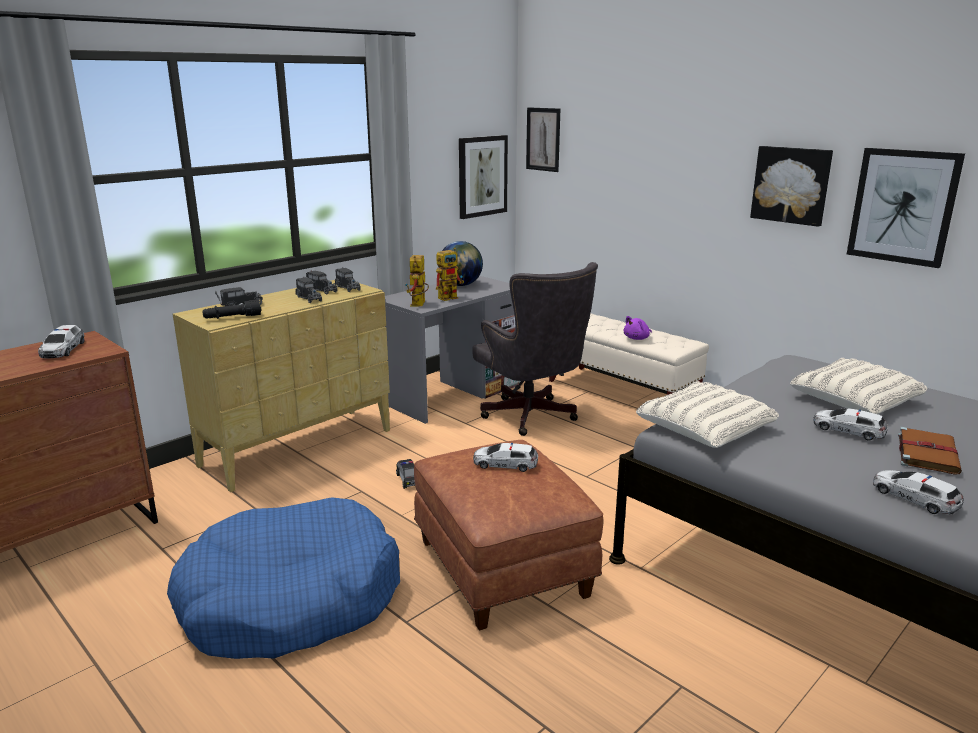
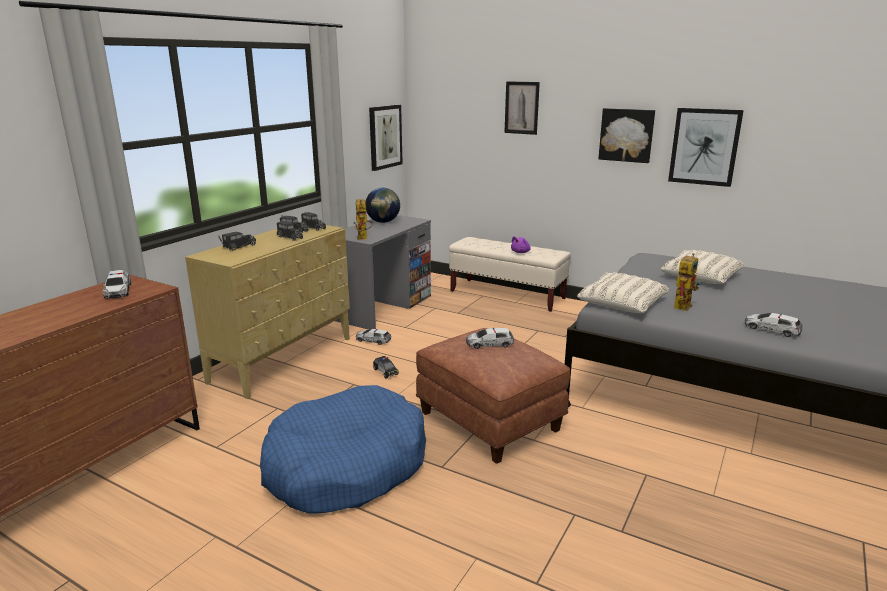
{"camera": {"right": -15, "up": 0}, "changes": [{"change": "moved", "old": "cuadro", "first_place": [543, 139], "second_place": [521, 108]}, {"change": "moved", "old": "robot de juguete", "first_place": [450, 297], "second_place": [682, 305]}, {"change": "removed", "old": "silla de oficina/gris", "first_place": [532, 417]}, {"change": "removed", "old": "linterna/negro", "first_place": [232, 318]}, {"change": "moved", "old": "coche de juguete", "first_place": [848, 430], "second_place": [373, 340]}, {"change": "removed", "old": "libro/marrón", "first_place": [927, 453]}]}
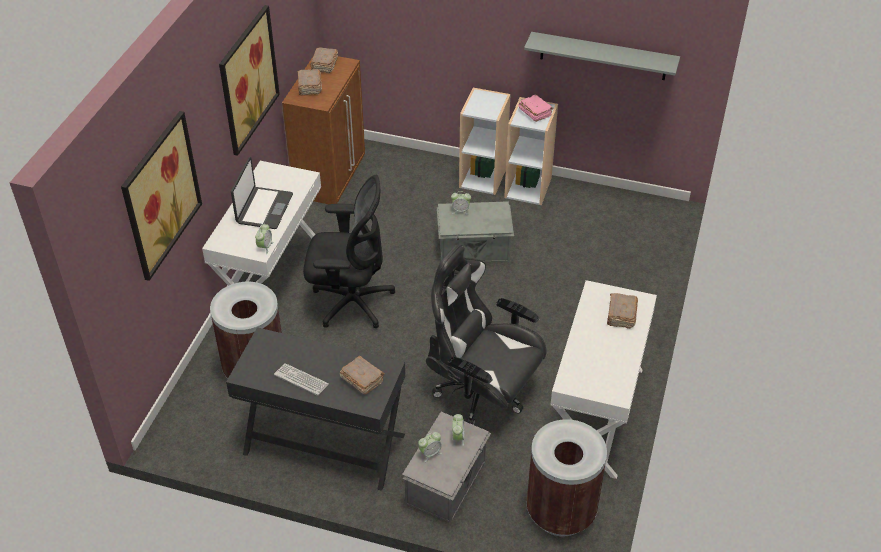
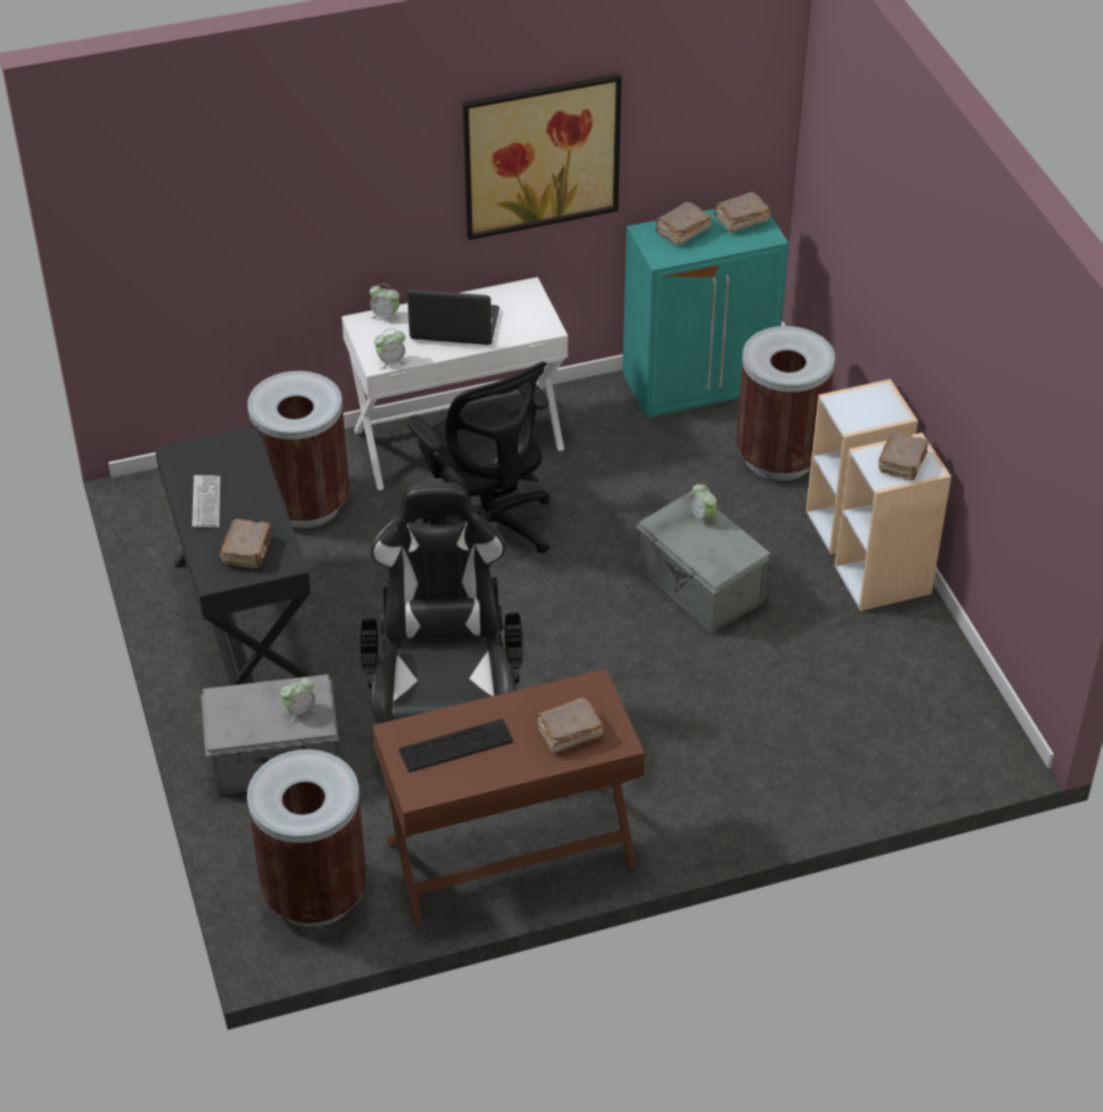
{"camera": {"right": 55, "up": 0}, "changes": [{"change": "removed", "old": "estante/gris", "first_place": [603, 56]}, {"change": "recoloured", "old": "armario/marrón", "new": "armario/turquesa", "first_place": [330, 174], "second_place": [699, 381]}, {"change": "recoloured", "old": "libro/rosa", "new": "libro/marrón", "first_place": [535, 113], "second_place": [902, 463]}, {"change": "removed", "old": "cuadro", "first_place": [161, 195]}, {"change": "turned", "old": "portátil", "first_place": [264, 209], "second_place": [454, 326], "degrees": -150}, {"change": "recoloured", "old": "escritorio/blanco", "new": "escritorio/marrón", "first_place": [596, 414], "second_place": [510, 853]}, {"change": "moved", "old": "despertador", "first_place": [430, 453], "second_place": [385, 316]}, {"change": "added", "new": "papelera/marrón", "second_place": [779, 457]}, {"change": "added", "new": "teclado", "second_place": [456, 746]}]}
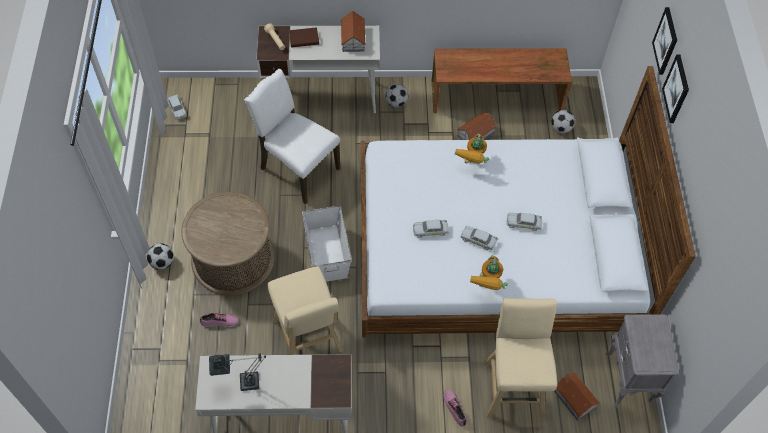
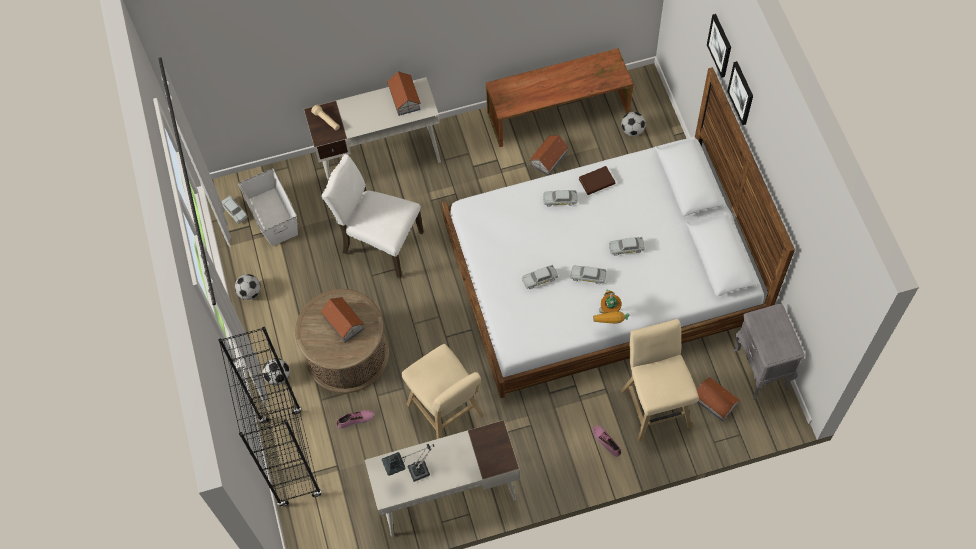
{"camera": {"right": -10, "up": 5}, "changes": [{"change": "moved", "old": "libro/marrón", "first_place": [304, 39], "second_place": [596, 182]}, {"change": "moved", "old": "balón de fútbol", "first_place": [396, 103], "second_place": [250, 293]}, {"change": "replaced", "old": "robot de juguete", "new": "coche de juguete/blanco", "first_place": [472, 164], "second_place": [560, 200]}, {"change": "moved", "old": "caja de almacenaje/blanco", "first_place": [328, 252], "second_place": [273, 216]}, {"change": "added", "new": "casita", "second_place": [343, 323]}, {"change": "added", "new": "estantería/negro", "second_place": [290, 458]}]}
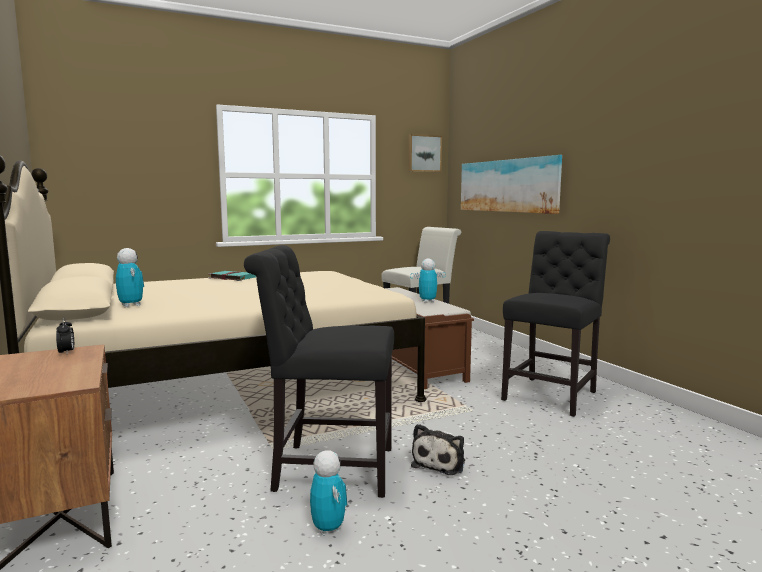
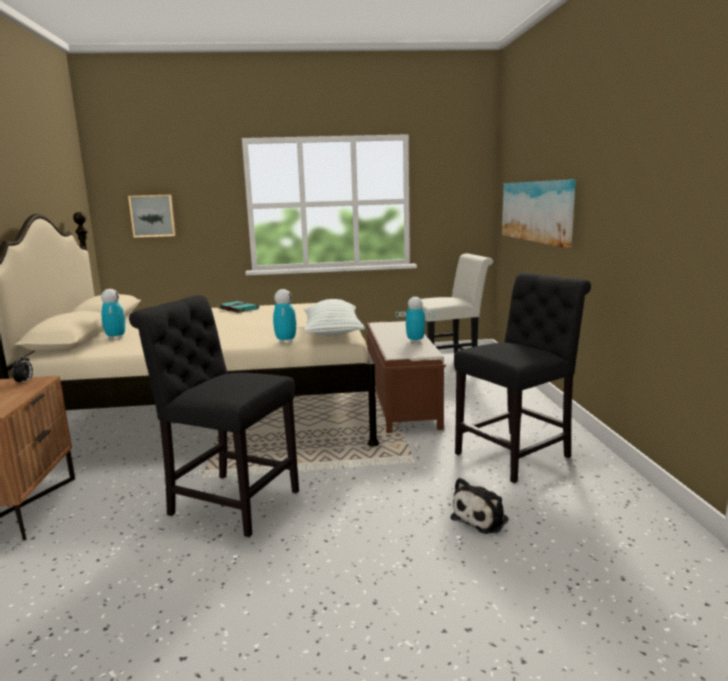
{"camera": {"right": 20, "up": 5}, "changes": [{"change": "moved", "old": "cuadro", "first_place": [424, 153], "second_place": [153, 215]}, {"change": "moved", "old": "peluche", "first_place": [440, 462], "second_place": [482, 518]}, {"change": "moved", "old": "robot de juguete", "first_place": [328, 528], "second_place": [286, 341]}, {"change": "added", "new": "cojín", "second_place": [332, 332]}]}
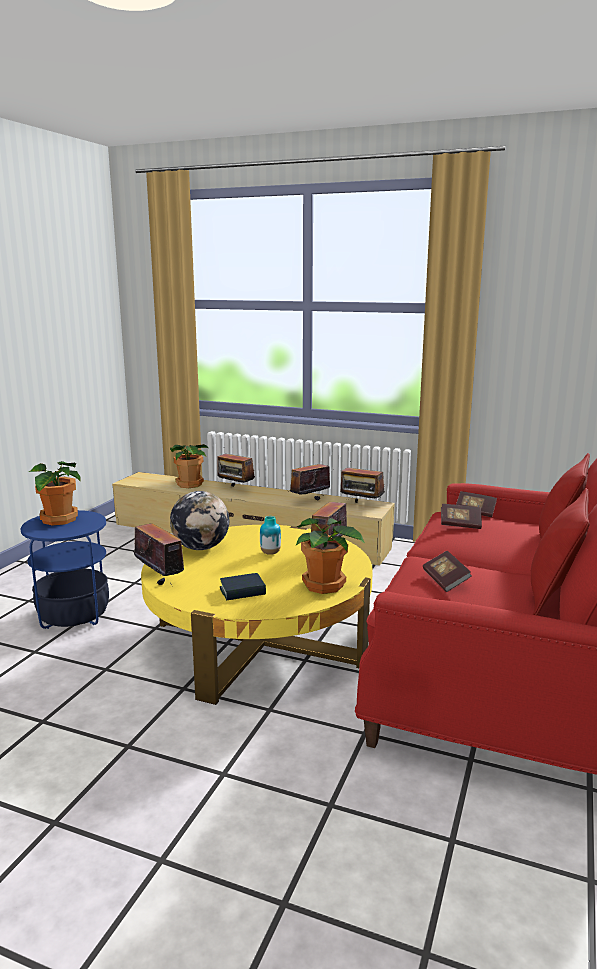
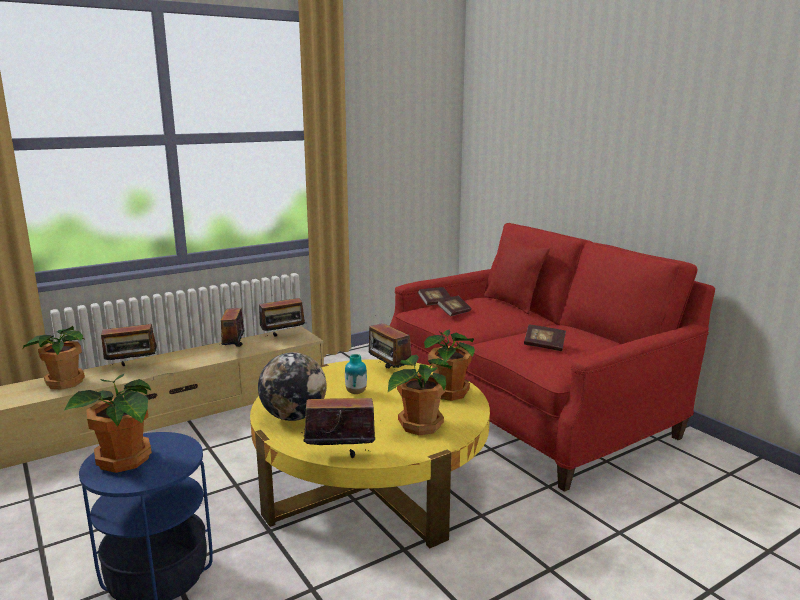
{"camera": {"right": -55, "up": 0}, "changes": [{"change": "removed", "old": "cojín/rojo", "first_place": [553, 595]}, {"change": "replaced", "old": "libro", "new": "planta en maceta", "first_place": [242, 591], "second_place": [418, 425]}]}
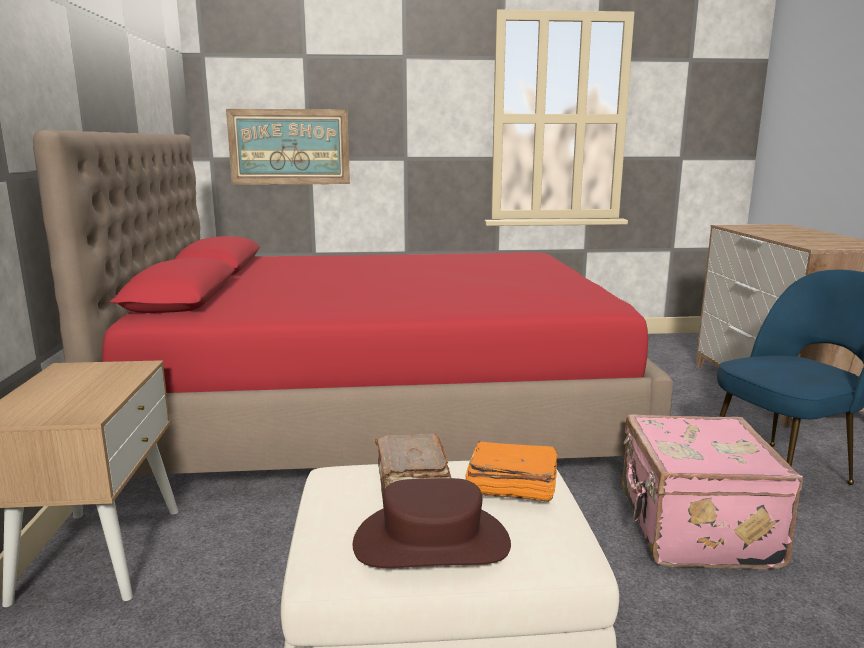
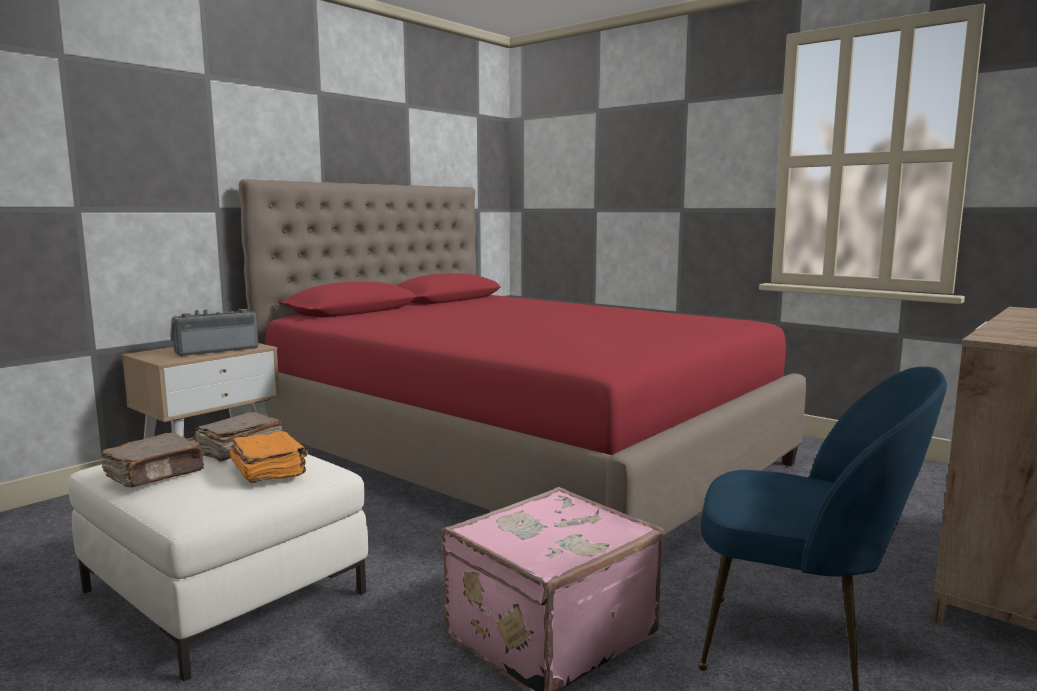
{"camera": {"right": 45, "up": -5}, "changes": [{"change": "removed", "old": "cuadro", "first_place": [289, 147]}, {"change": "replaced", "old": "sombrero/marrón", "new": "libro/marrón", "first_place": [432, 542], "second_place": [156, 475]}, {"change": "added", "new": "radio", "second_place": [216, 350]}]}
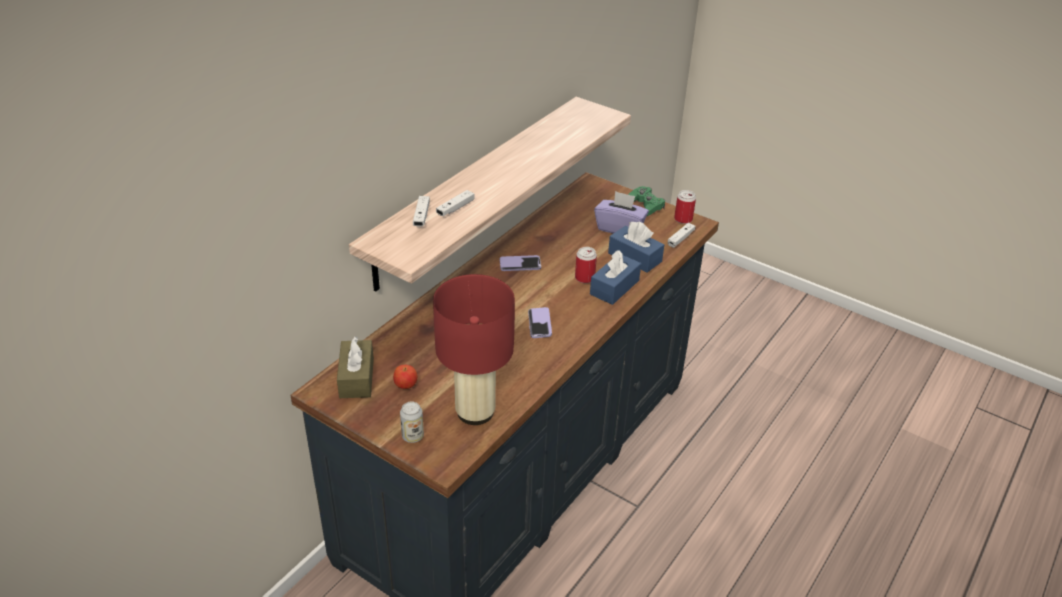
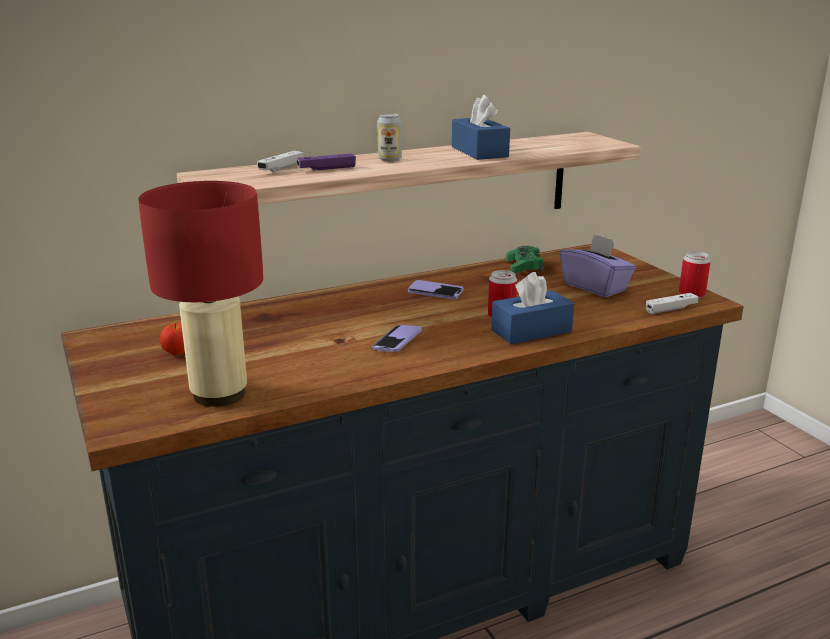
{"camera": {"right": 30, "up": -15}, "changes": [{"change": "moved", "old": "mando de consola/verde", "first_place": [646, 205], "second_place": [524, 267]}, {"change": "recoloured", "old": "mando de consola/blanco", "new": "mando de consola/morado", "first_place": [455, 208], "second_place": [326, 169]}, {"change": "moved", "old": "caja de pañuelos/azul", "first_place": [634, 257], "second_place": [479, 152]}, {"change": "removed", "old": "caja de pañuelos/marrón", "first_place": [356, 378]}, {"change": "moved", "old": "lata", "first_place": [412, 436], "second_place": [389, 159]}]}
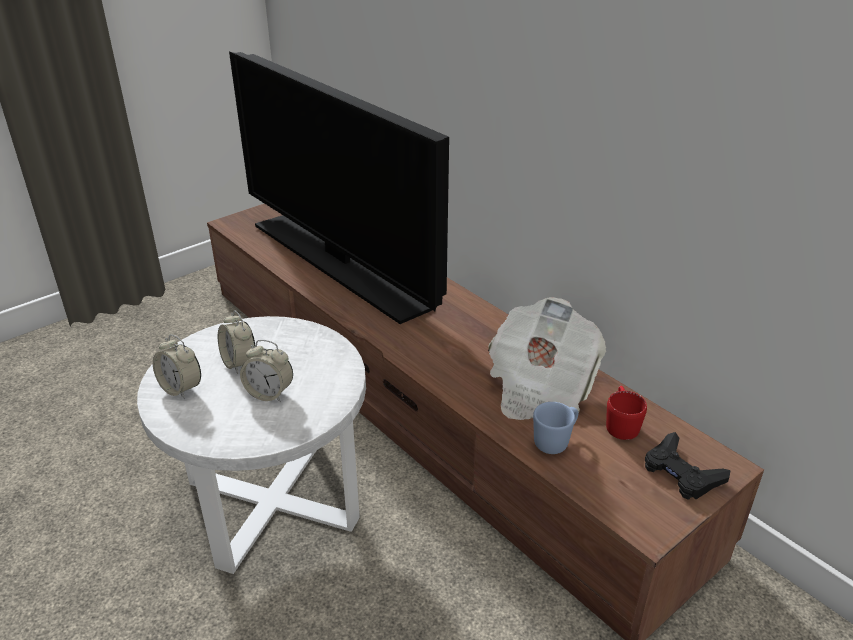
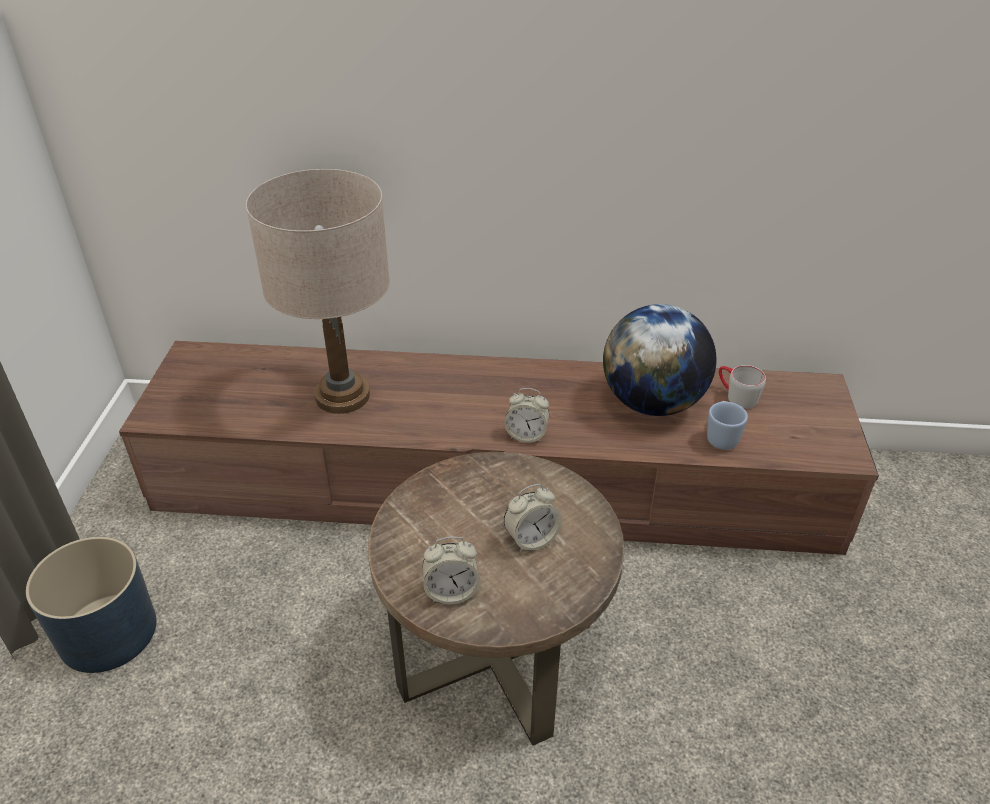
{"camera": {"right": -45, "up": 5}, "changes": [{"change": "replaced", "old": "televisor", "new": "lámpara de mesa/beis", "first_place": [340, 265], "second_place": [343, 396]}, {"change": "replaced", "old": "periódico", "new": "globo terráqueo", "first_place": [539, 386], "second_place": [653, 402]}, {"change": "moved", "old": "despertador", "first_place": [239, 363], "second_place": [526, 435]}, {"change": "recoloured", "old": "mesa auxiliar/blanco", "new": "mesa auxiliar/marrón", "first_place": [272, 500], "second_place": [496, 655]}, {"change": "recoloured", "old": "taza grande/rojo", "new": "taza grande/gris", "first_place": [620, 423], "second_place": [736, 396]}, {"change": "removed", "old": "mando de consola/negro", "first_place": [681, 473]}, {"change": "added", "new": "maceta/azul", "second_place": [108, 632]}]}
